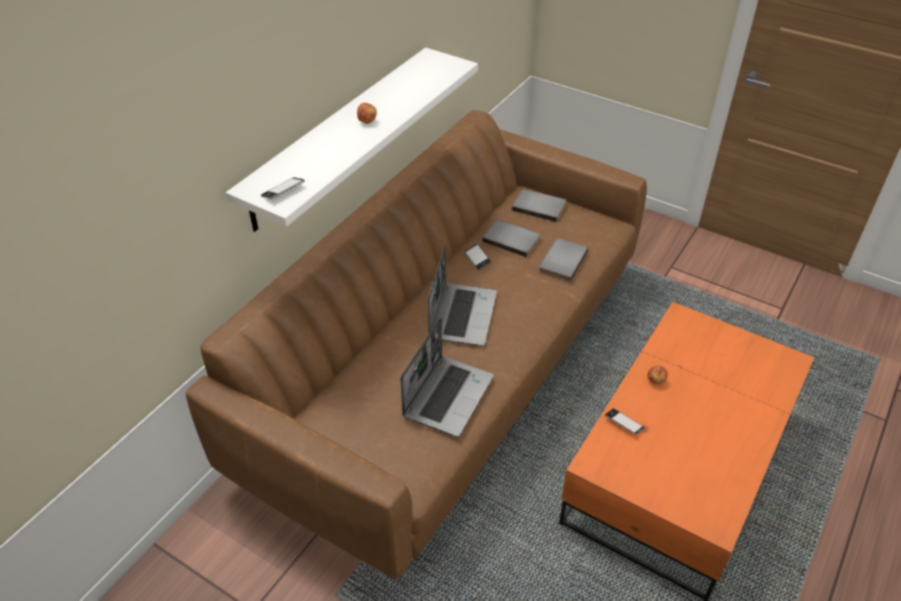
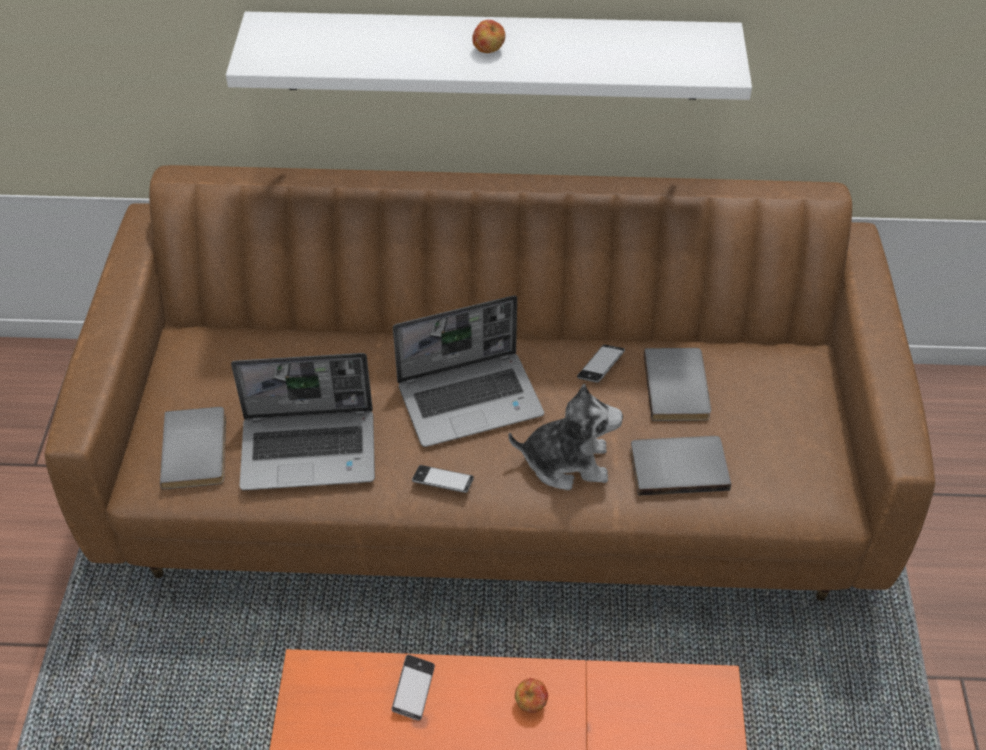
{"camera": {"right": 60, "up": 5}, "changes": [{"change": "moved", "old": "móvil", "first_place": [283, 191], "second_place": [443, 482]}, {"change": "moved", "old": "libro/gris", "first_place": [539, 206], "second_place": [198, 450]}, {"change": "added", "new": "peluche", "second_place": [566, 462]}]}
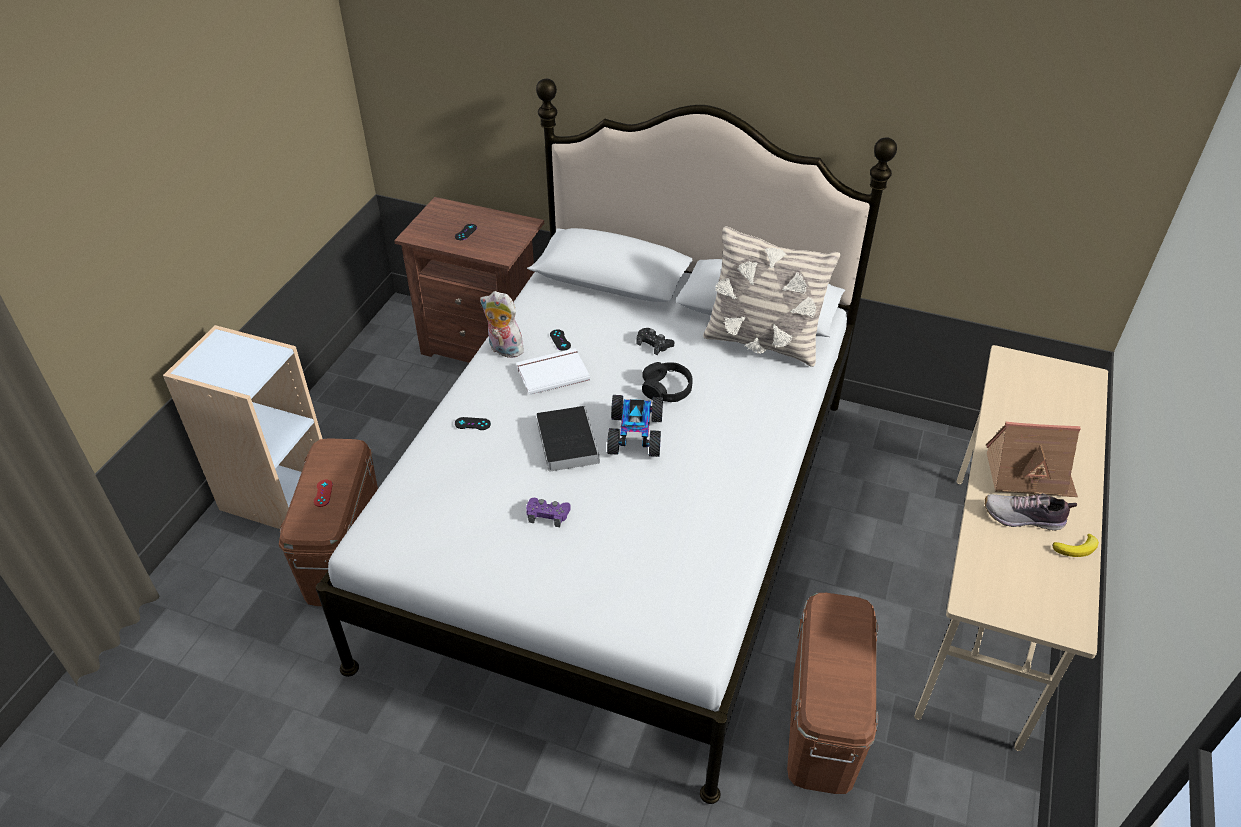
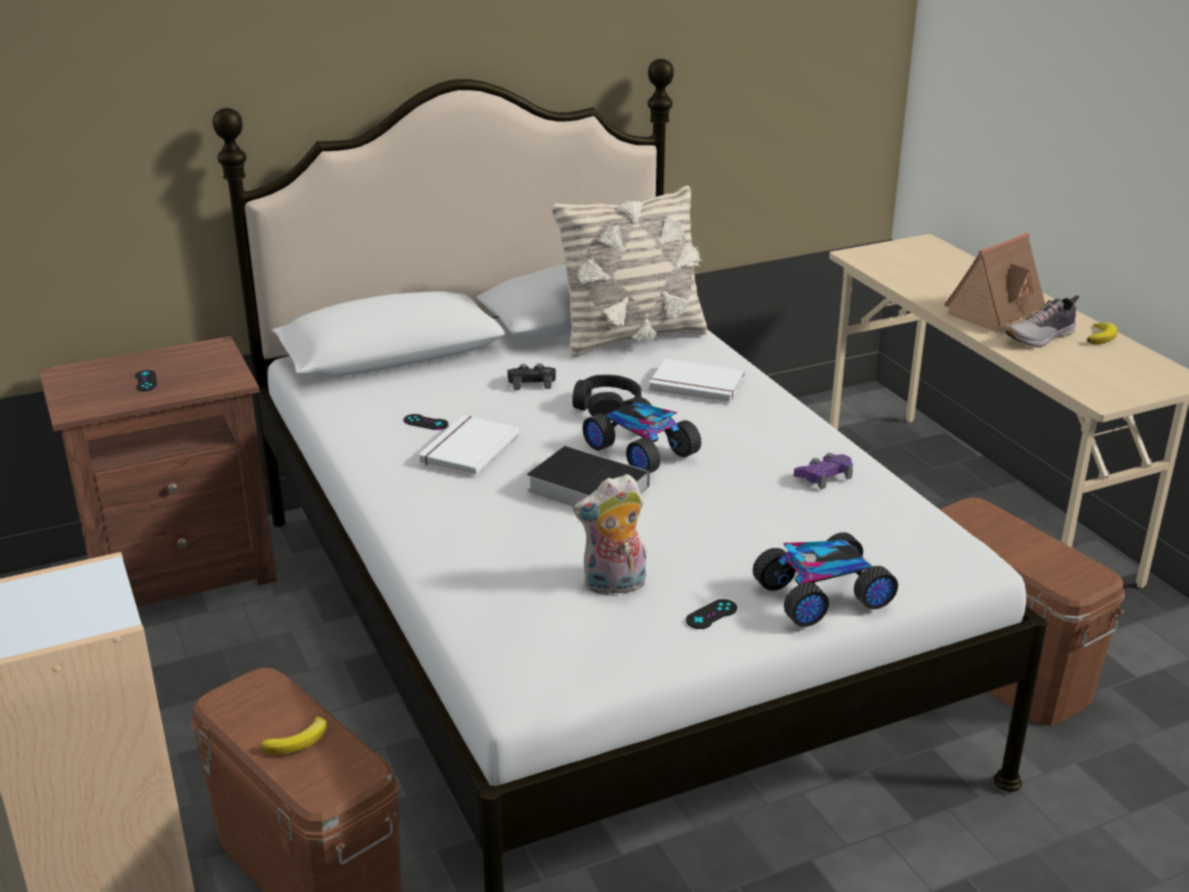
{"camera": {"right": -45, "up": -15}, "changes": [{"change": "moved", "old": "peluche", "first_place": [503, 350], "second_place": [614, 586]}, {"change": "moved", "old": "mando de consola/negro", "first_place": [472, 424], "second_place": [711, 614]}, {"change": "replaced", "old": "mando de consola/rojo", "new": "plátano", "first_place": [323, 493], "second_place": [298, 741]}, {"change": "moved", "old": "mando de consola/morado", "first_place": [548, 514], "second_place": [823, 476]}, {"change": "added", "new": "libro/blanco", "second_place": [696, 385]}, {"change": "added", "new": "coche de juguete", "second_place": [823, 596]}]}
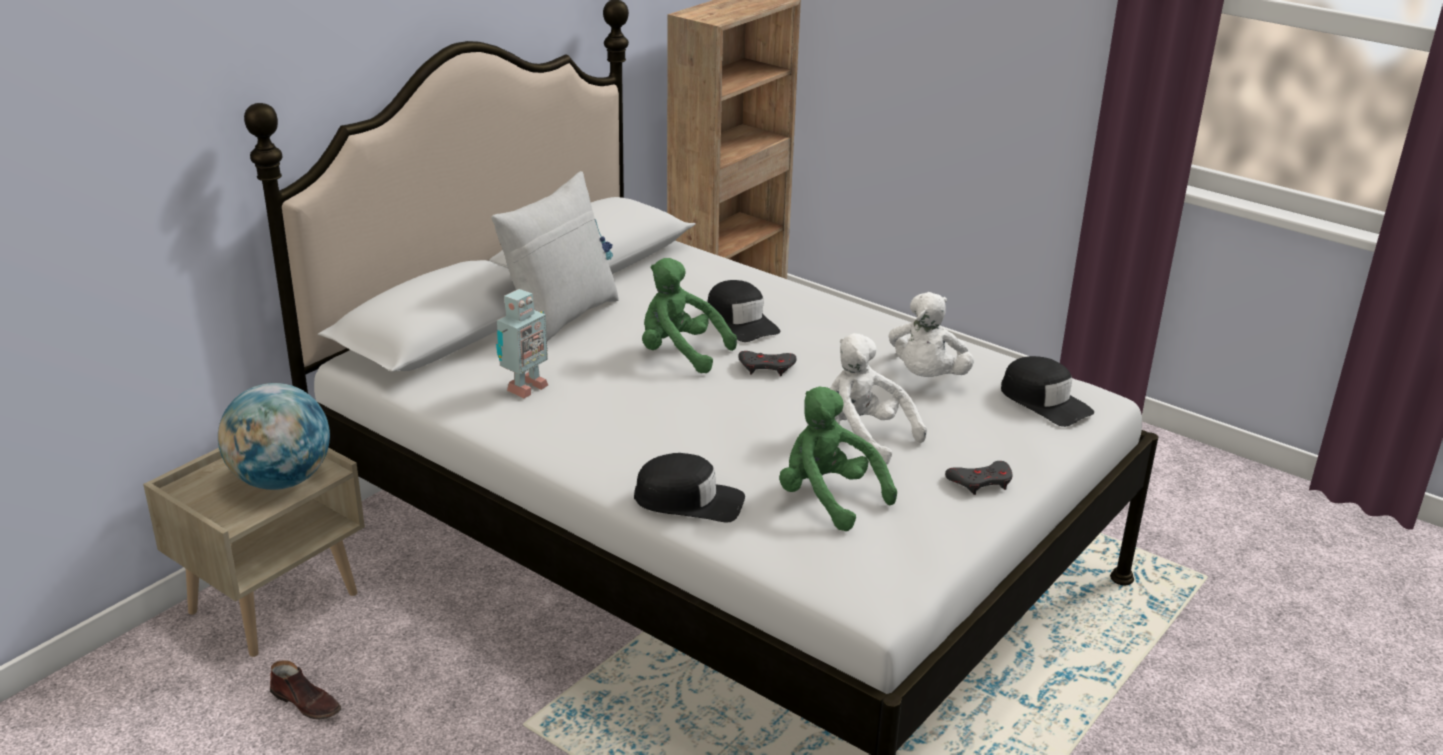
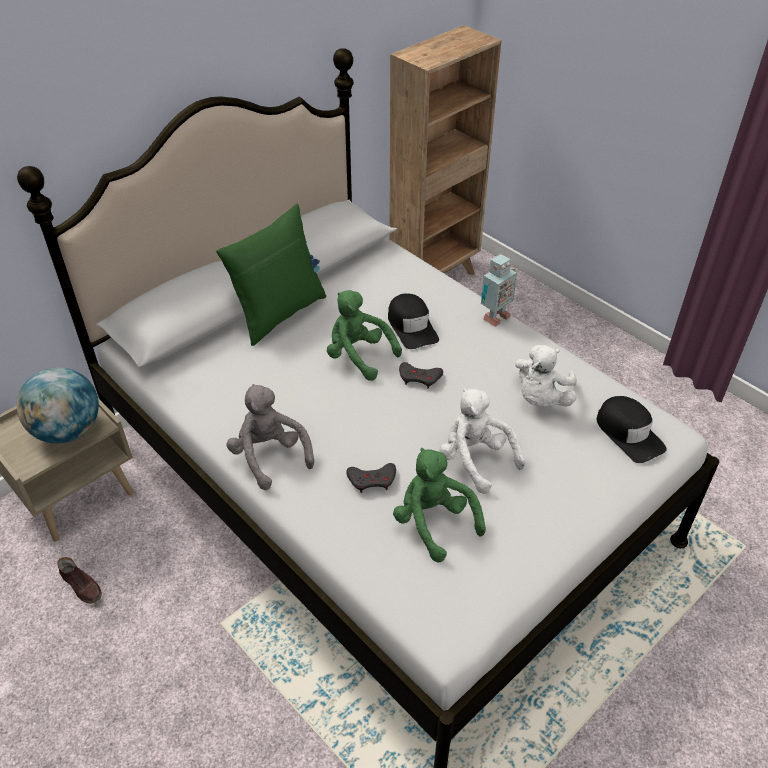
{"camera": {"right": 10, "up": 15}, "changes": [{"change": "recoloured", "old": "cojín/gris", "new": "cojín/verde", "first_place": [561, 320], "second_place": [279, 314]}, {"change": "moved", "old": "robot de juguete", "first_place": [524, 388], "second_place": [494, 317]}, {"change": "removed", "old": "gorra/negro", "first_place": [689, 500]}, {"change": "moved", "old": "mando de consola/gris", "first_place": [981, 482], "second_place": [372, 480]}, {"change": "added", "new": "peluche/gris", "second_place": [269, 456]}]}
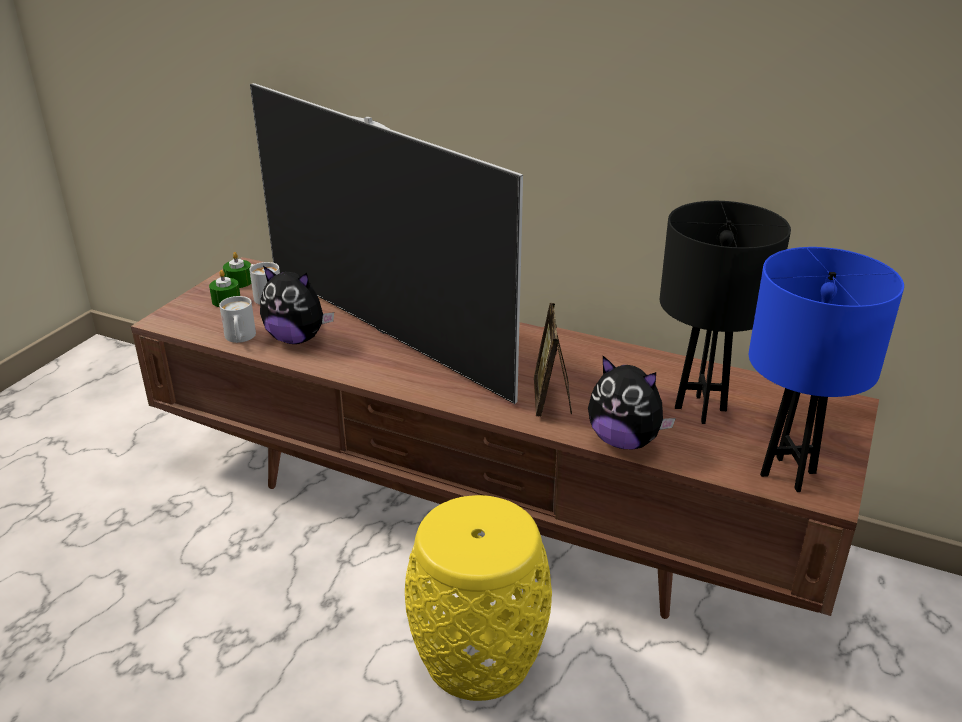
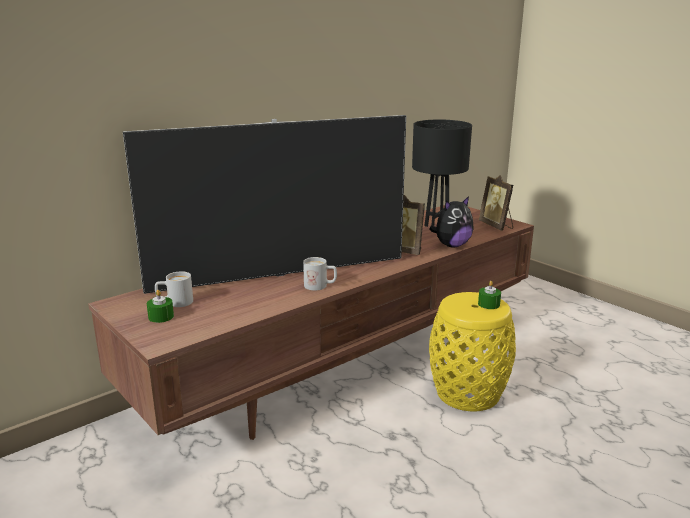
{"camera": {"right": -65, "up": -10}, "changes": [{"change": "replaced", "old": "lámpara de mesa/azul", "new": "portarretratos", "first_place": [788, 474], "second_place": [496, 226]}, {"change": "moved", "old": "vela/verde", "first_place": [239, 282], "second_place": [488, 304]}, {"change": "removed", "old": "peluche", "first_place": [297, 339]}, {"change": "moved", "old": "taza grande/blanco", "first_place": [240, 338], "second_place": [320, 286]}]}
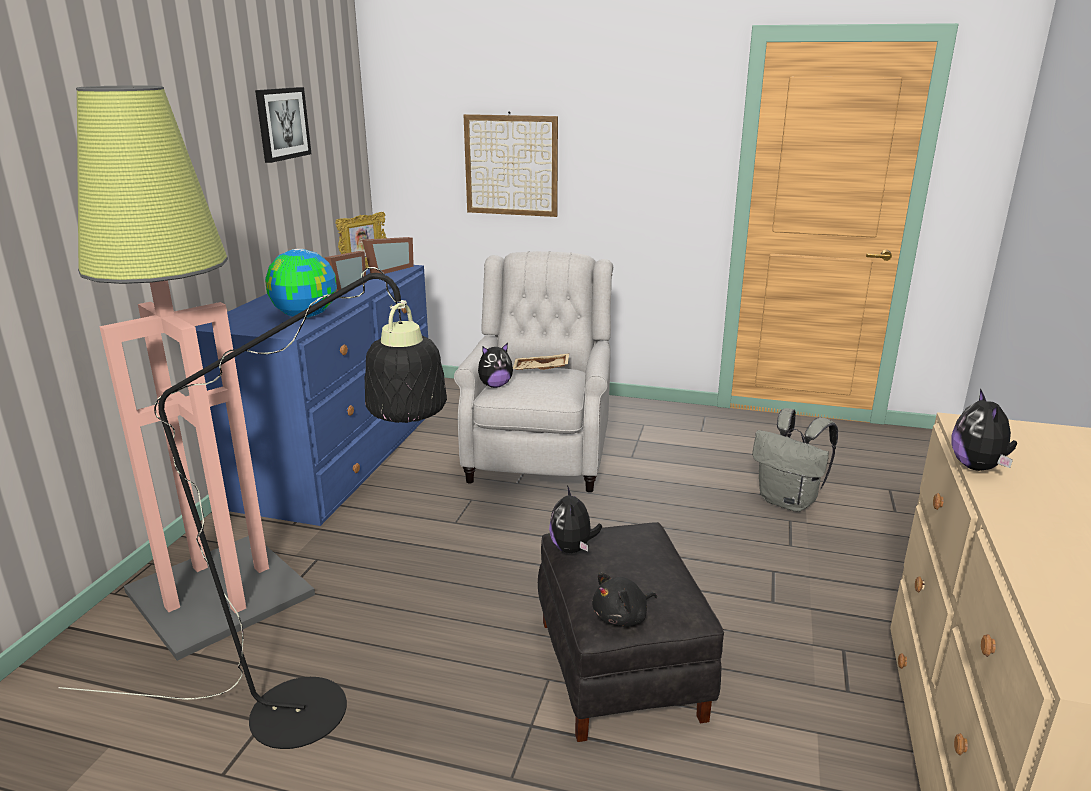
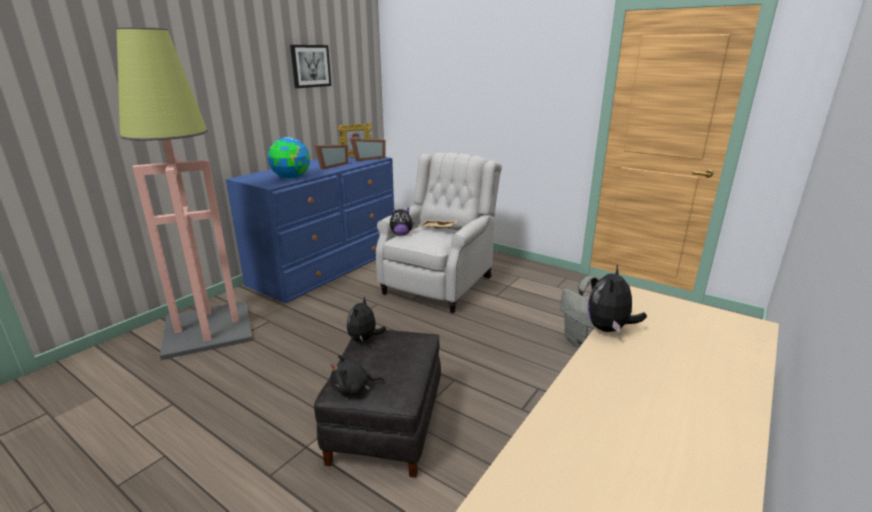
{"camera": {"right": 20, "up": 0}, "changes": [{"change": "removed", "old": "cuadro", "first_place": [511, 163]}, {"change": "removed", "old": "lámpara de pie/negro", "first_place": [323, 713]}]}
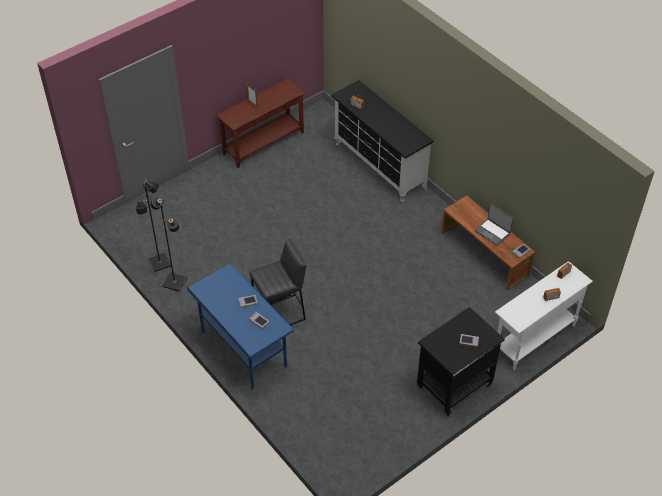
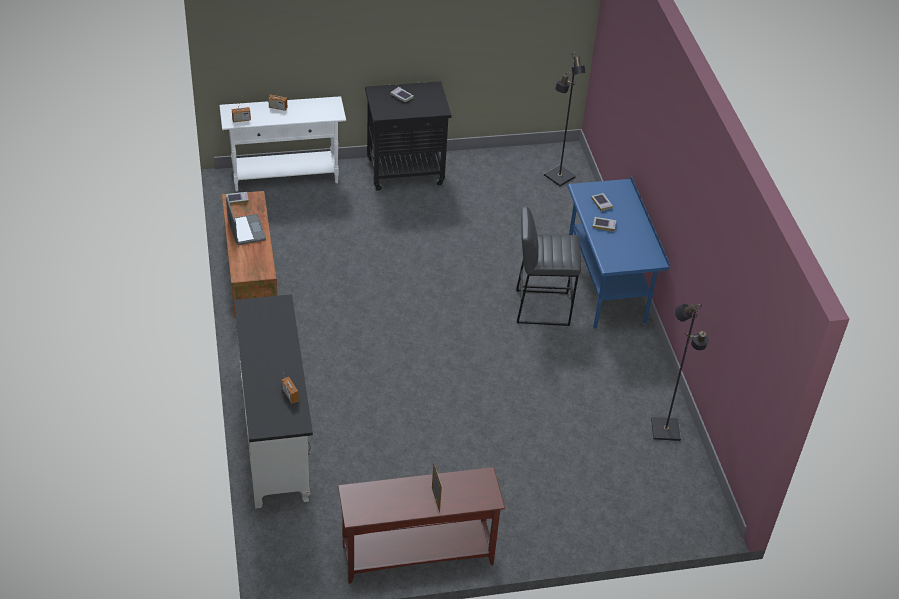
{"camera": {"right": -155, "up": -5}, "changes": [{"change": "moved", "old": "lámpara de pie/negro", "first_place": [174, 282], "second_place": [559, 176]}]}
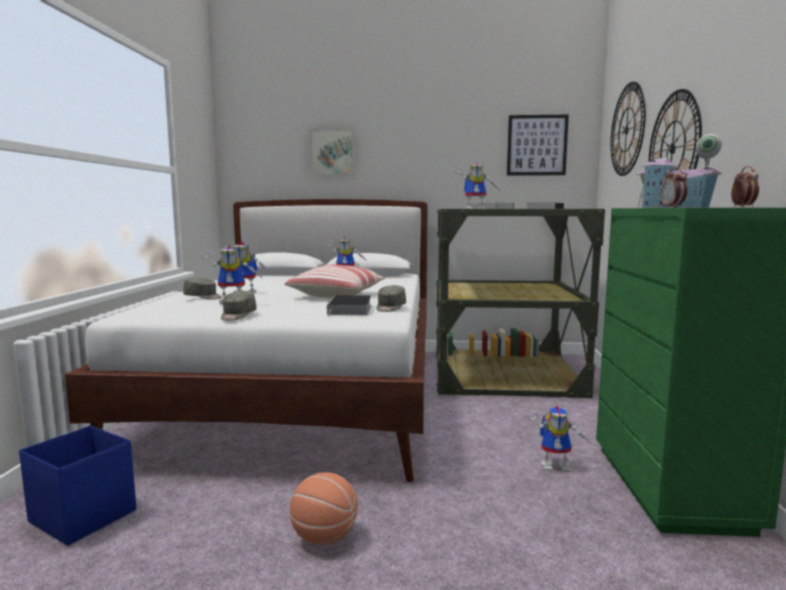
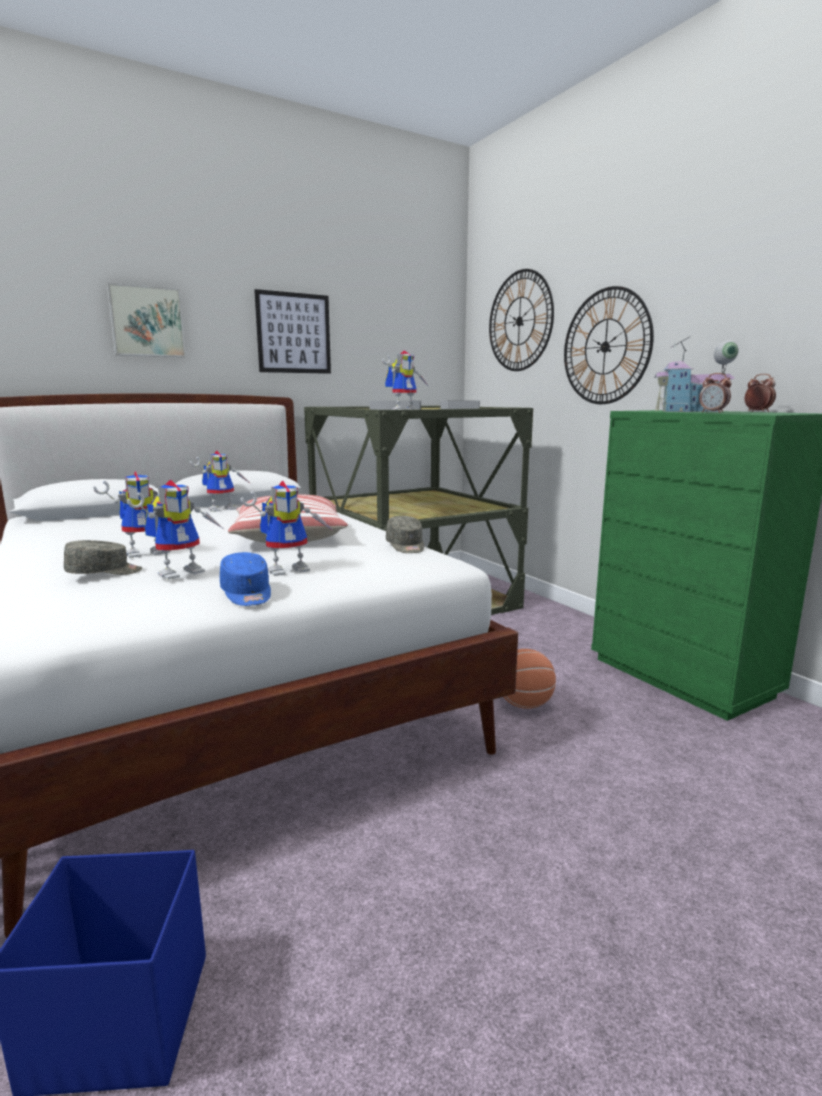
{"camera": {"right": -35, "up": 5}, "changes": [{"change": "moved", "old": "cuadro", "first_place": [537, 145], "second_place": [294, 333]}, {"change": "recoloured", "old": "gorra/gris", "new": "gorra/azul", "first_place": [237, 316], "second_place": [247, 594]}, {"change": "removed", "old": "libro", "first_place": [350, 310]}, {"change": "moved", "old": "robot de juguete", "first_place": [557, 465], "second_place": [290, 569]}, {"change": "moved", "old": "balón de baloncesto", "first_place": [324, 537], "second_place": [524, 704]}]}
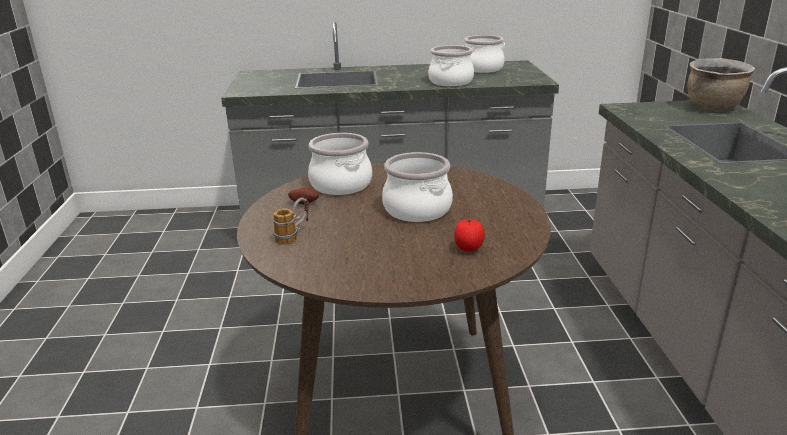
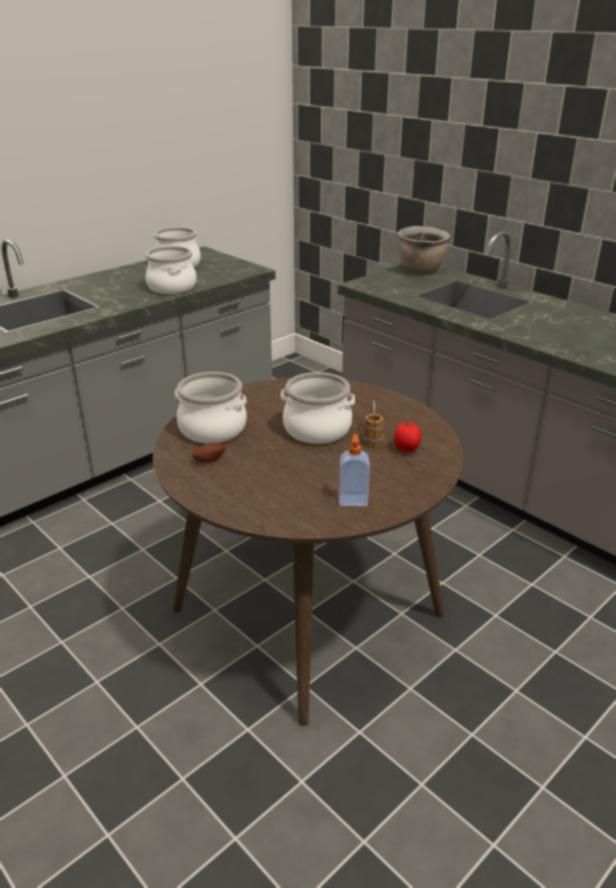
{"camera": {"right": -40, "up": 5}, "changes": [{"change": "moved", "old": "taza grande", "first_place": [294, 236], "second_place": [372, 437]}, {"change": "added", "new": "dispensador de jabón", "second_place": [353, 500]}]}
